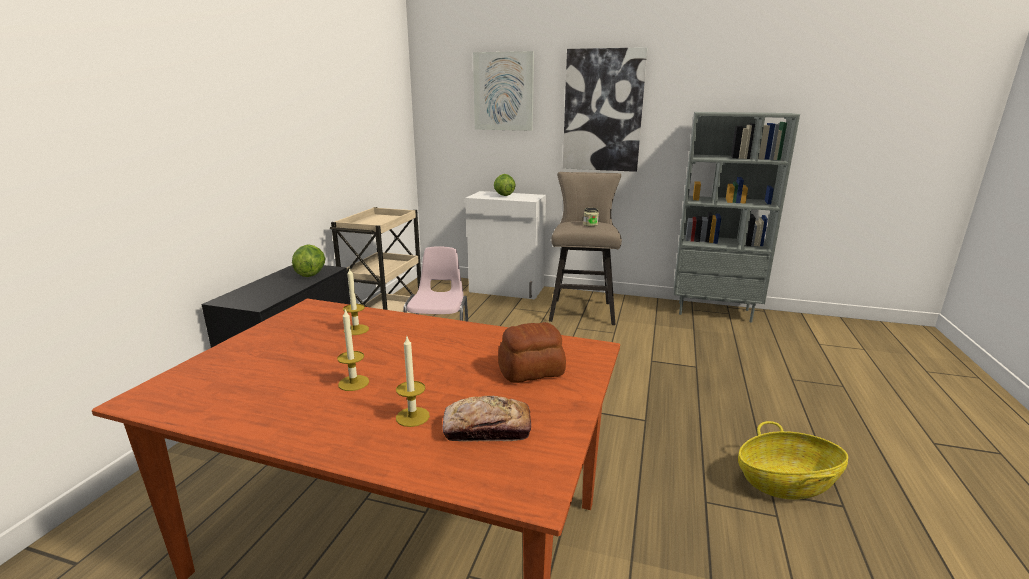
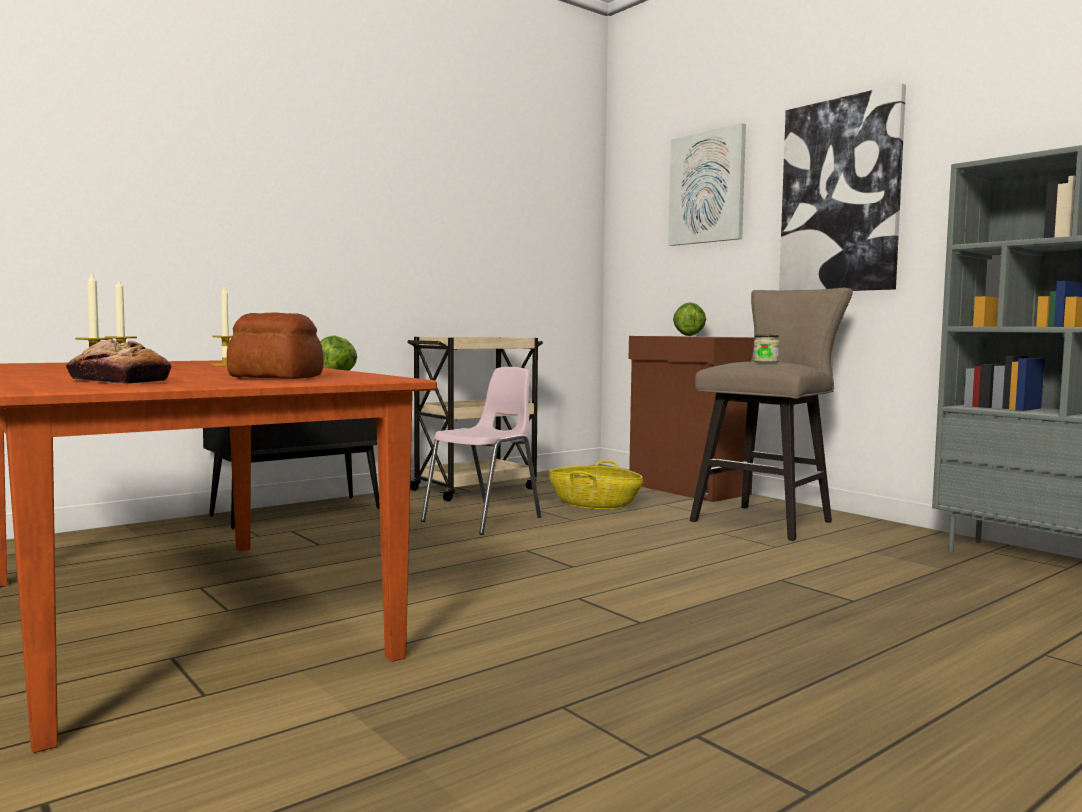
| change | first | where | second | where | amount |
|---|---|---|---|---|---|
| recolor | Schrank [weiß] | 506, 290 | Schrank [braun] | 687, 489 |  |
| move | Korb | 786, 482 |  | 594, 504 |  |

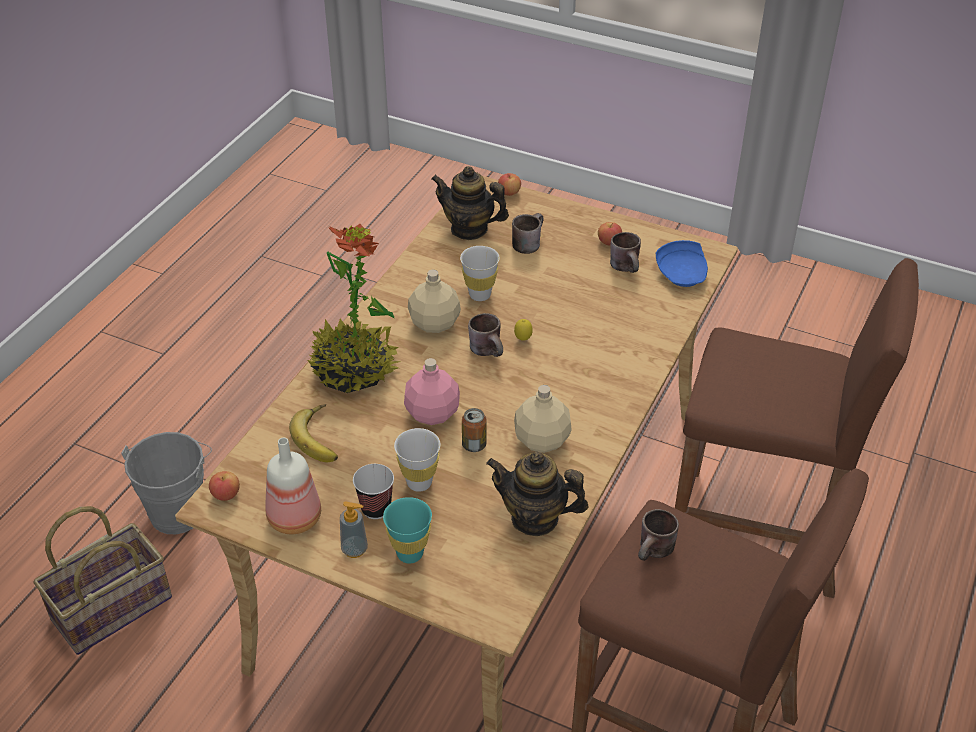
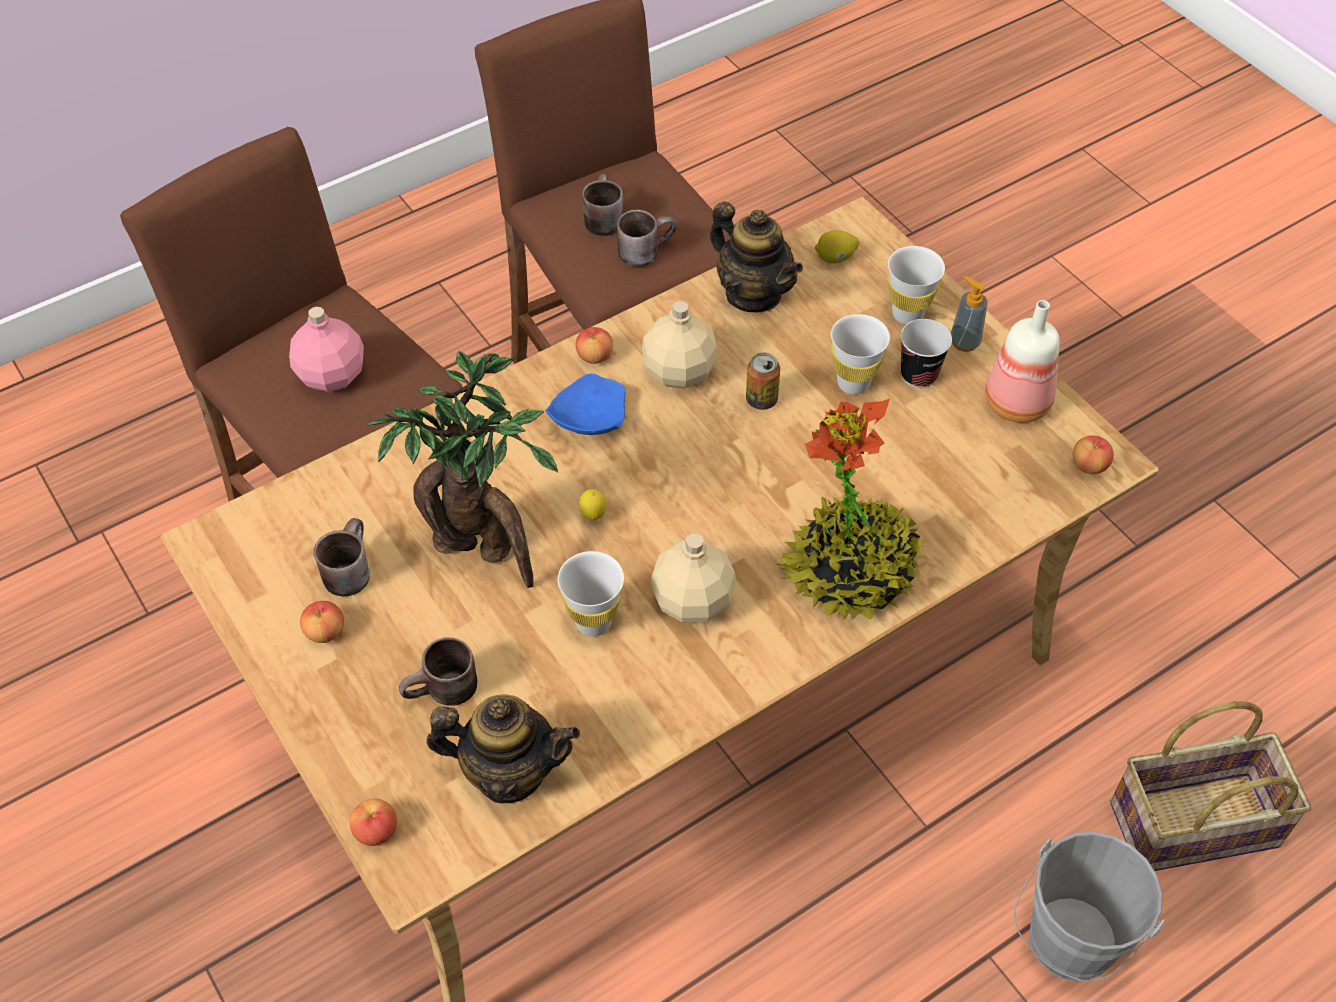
| change | first | where | second | where | amount |
|---|---|---|---|---|---|
| delete | Banane | 321, 437 |  |  |  |
| recolor | Tasse [türkis] | 410, 553 | Tasse [weiß] | 907, 314 |  |
| move | Flasche [rosa] | 433, 413 |  | 330, 375 |  |
| rotate | Teekanne | 469, 229 |  | 509, 772 | 45 degrees counterclockwise |
| move | Henkelbecher [braun] | 490, 350 |  | 600, 218 |  |
| move | Teller [blau] | 683, 274 |  | 588, 419 |  |
| insert |  |  | Topfpflanze | 481, 551 |  |
| insert |  |  | Apfel | 594, 356 |  |
| insert |  |  | Zitrone | 835, 258 |  |

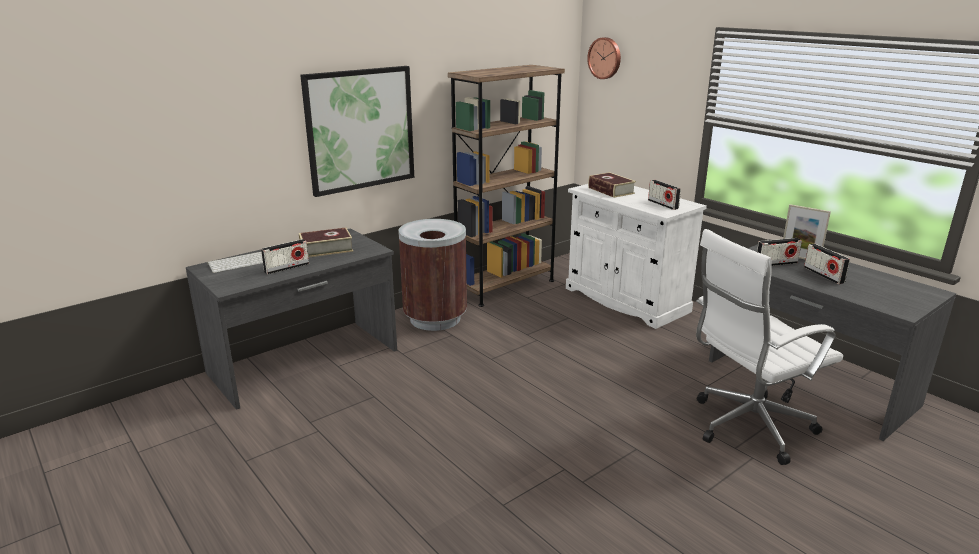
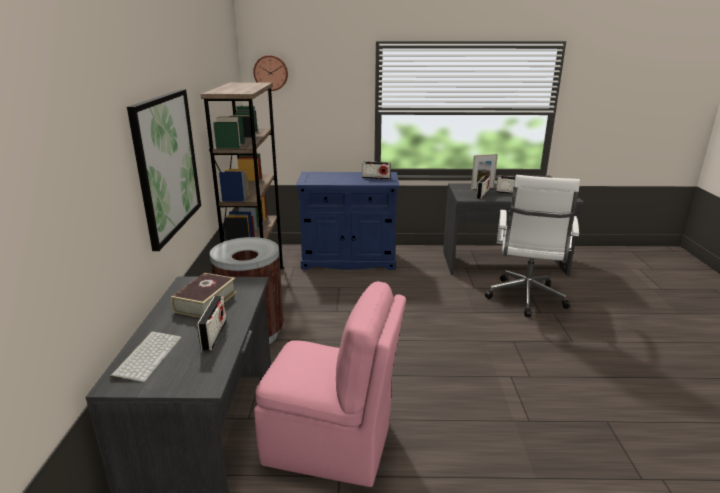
| change | first | where | second | where | amount |
|---|---|---|---|---|---|
| recolor | Schrank [weiß] | 626, 300 | Schrank [blau] | 349, 260 |  |
| delete | Buch | 611, 190 |  |  |  |
| insert |  |  | Stuhl [rosa] | 331, 445 |  |

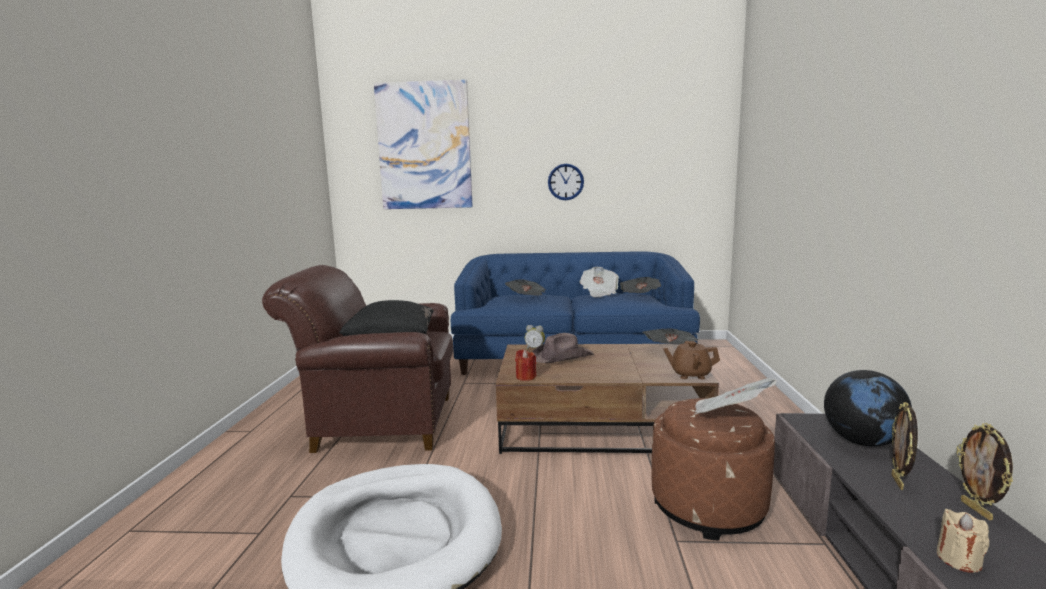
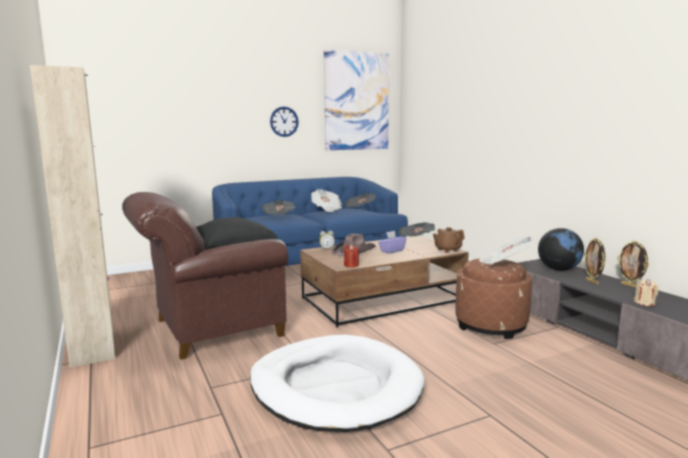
| change | first | where | second | where | amount |
|---|---|---|---|---|---|
| move | Bild | 424, 146 |  | 356, 101 |  |
| insert |  |  | Schrank [beige] | 93, 345 |  |
| insert |  |  | Taschentuchbox [lila] | 392, 251 |  |

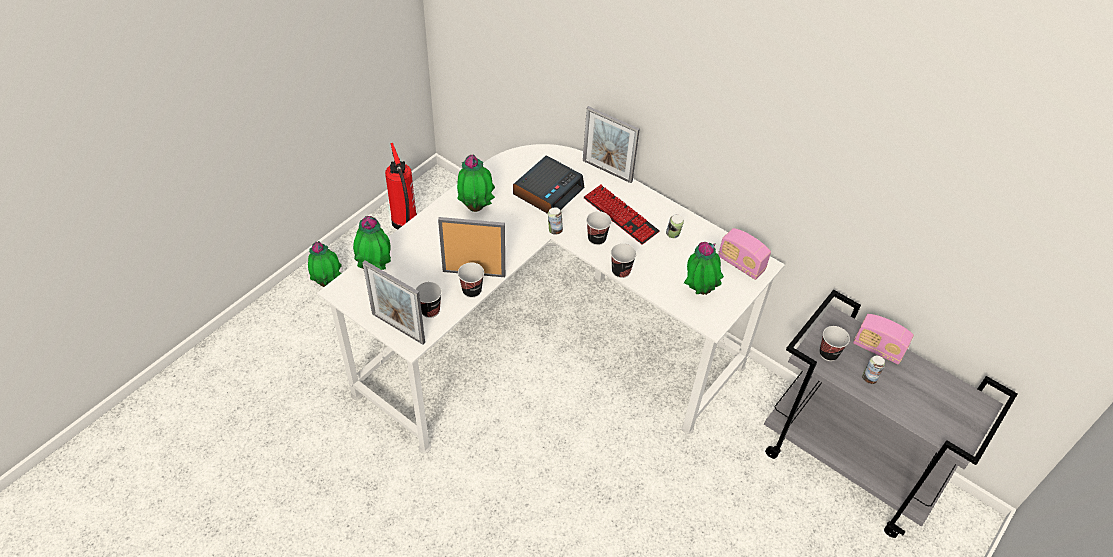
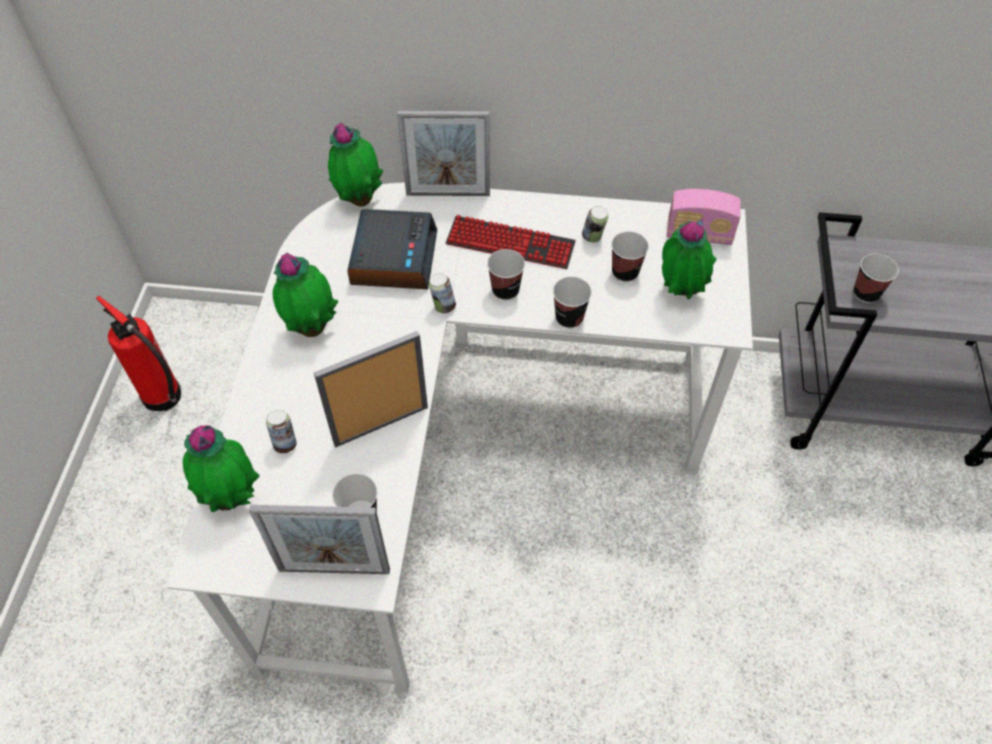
| change | first | where | second | where | amount |
|---|---|---|---|---|---|
| move | Topfpflanze | 328, 282 |  | 359, 200 |  |
| move | Tasse | 472, 291 |  | 625, 272 |  |
| delete | Radio | 877, 349 |  |  |  |
| move | Dose | 869, 378 |  | 285, 444 |  |

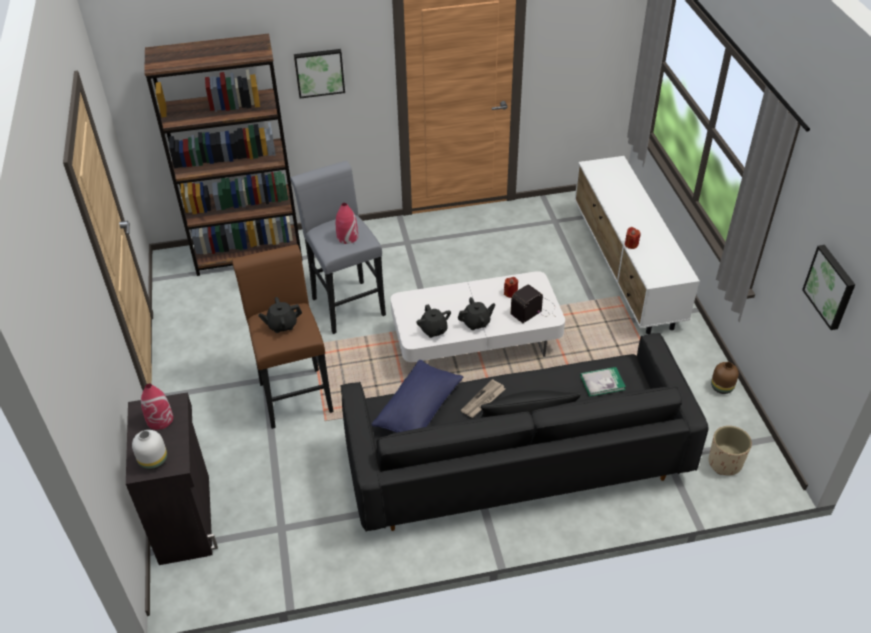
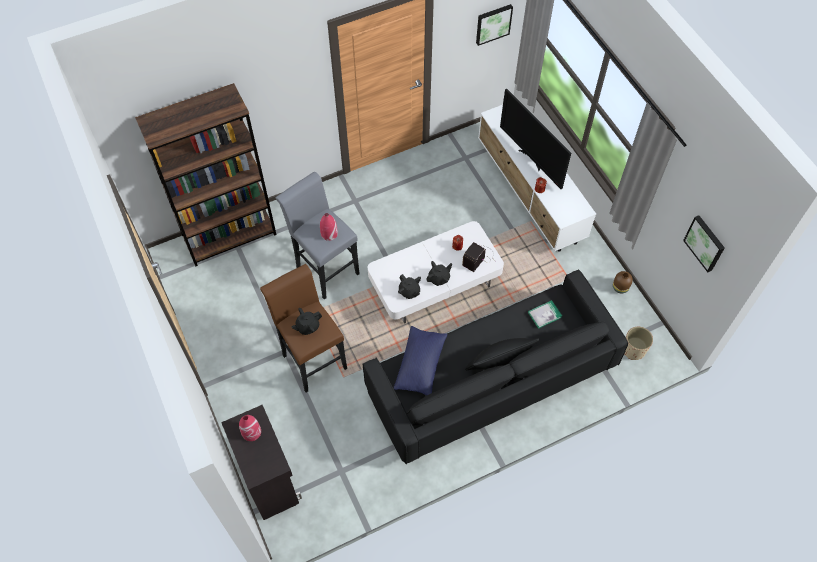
| change | first | where | second | where | amount |
|---|---|---|---|---|---|
| delete | Vase [weiß] | 153, 461 |  |  |  |
| move | Bild | 319, 72 |  | 493, 23 |  |
| delete | Zeitung | 483, 400 |  |  |  |
| insert |  |  | Fernseher | 531, 159 |  |

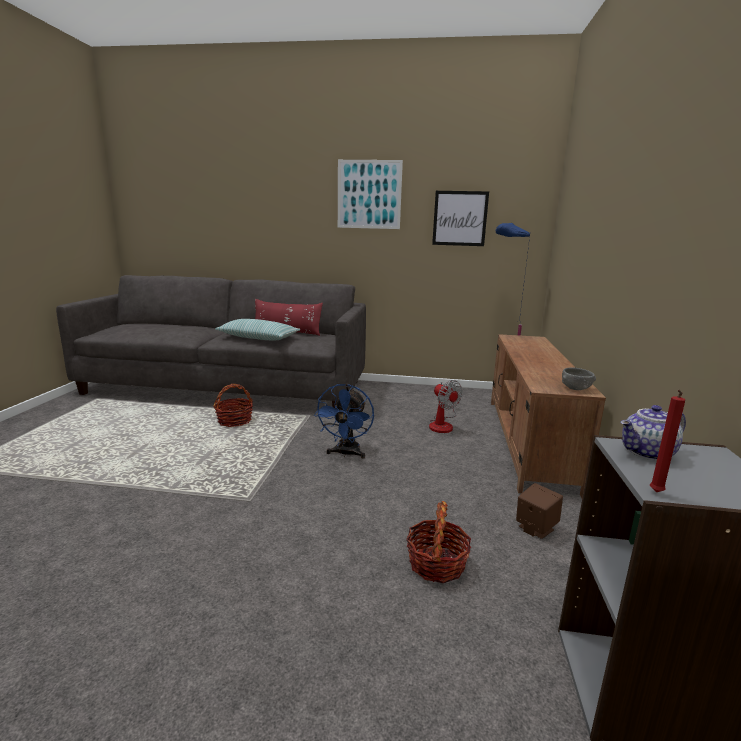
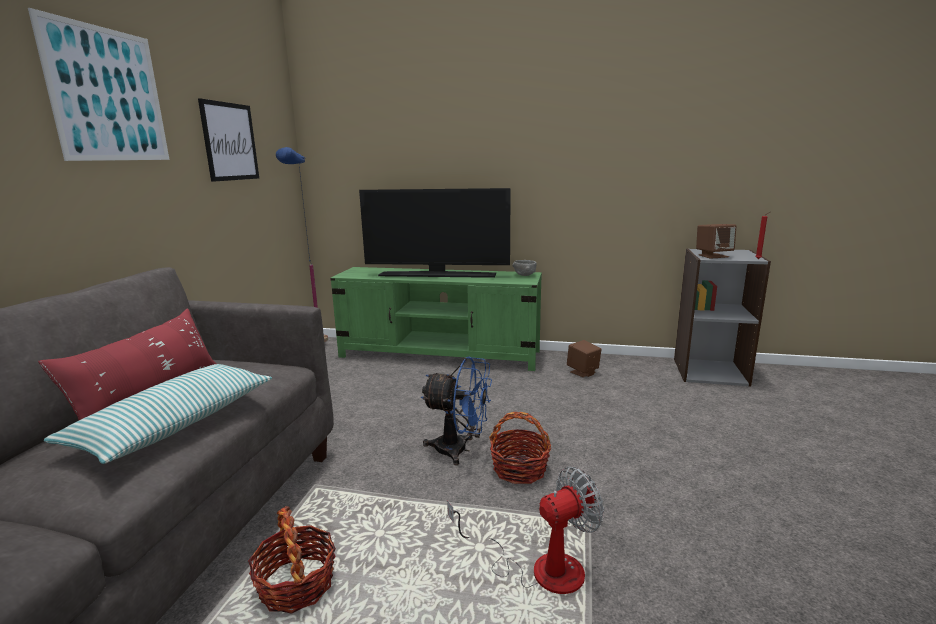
| change | first | where | second | where | amount |
|---|---|---|---|---|---|
| move | Korb | 436, 564 |  | 519, 469 |  |
| move | Ventilator | 442, 424 |  | 539, 568 |  |
| recolor | Fernsehschrank [braun] | 528, 441 | Fernsehschrank [grün] | 440, 354 |  |
| replace | Teekanne | 648, 453 | Lautsprecher [braun] | 713, 256 |  |
| insert |  |  | Fernseher | 438, 275 |  |

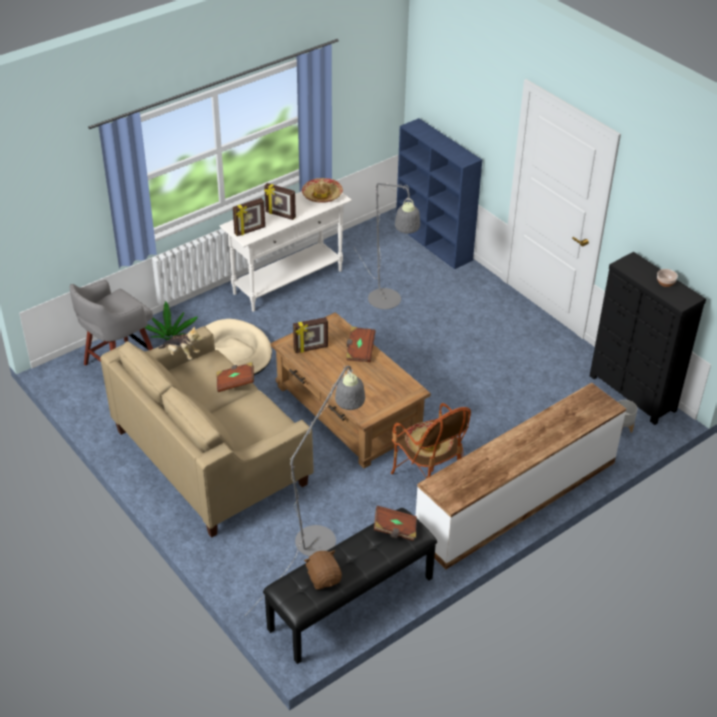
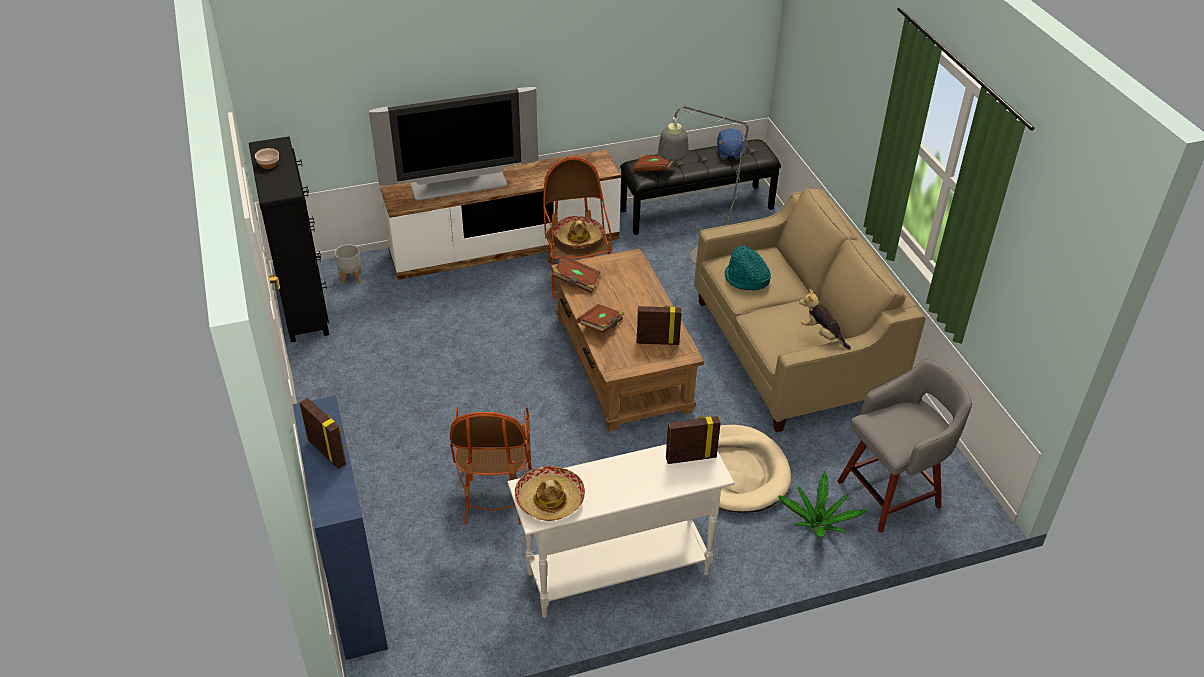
| change | first | where | second | where | amount |
|---|---|---|---|---|---|
| move | Buch [braun] | 235, 383 |  | 576, 282 |  |
| move | Bilderrahmen | 280, 215 |  | 327, 452 |  |
| recolor | Plüschtier [braun] | 324, 578 | Plüschtier [blau] | 729, 154 |  |
| replace | Stehlampe [grau] | 388, 304 | Sessel | 494, 493 |  |
| insert |  |  | Fernseher | 459, 186 |  |
| insert |  |  | Hut [türkis] | 746, 280 |  |

